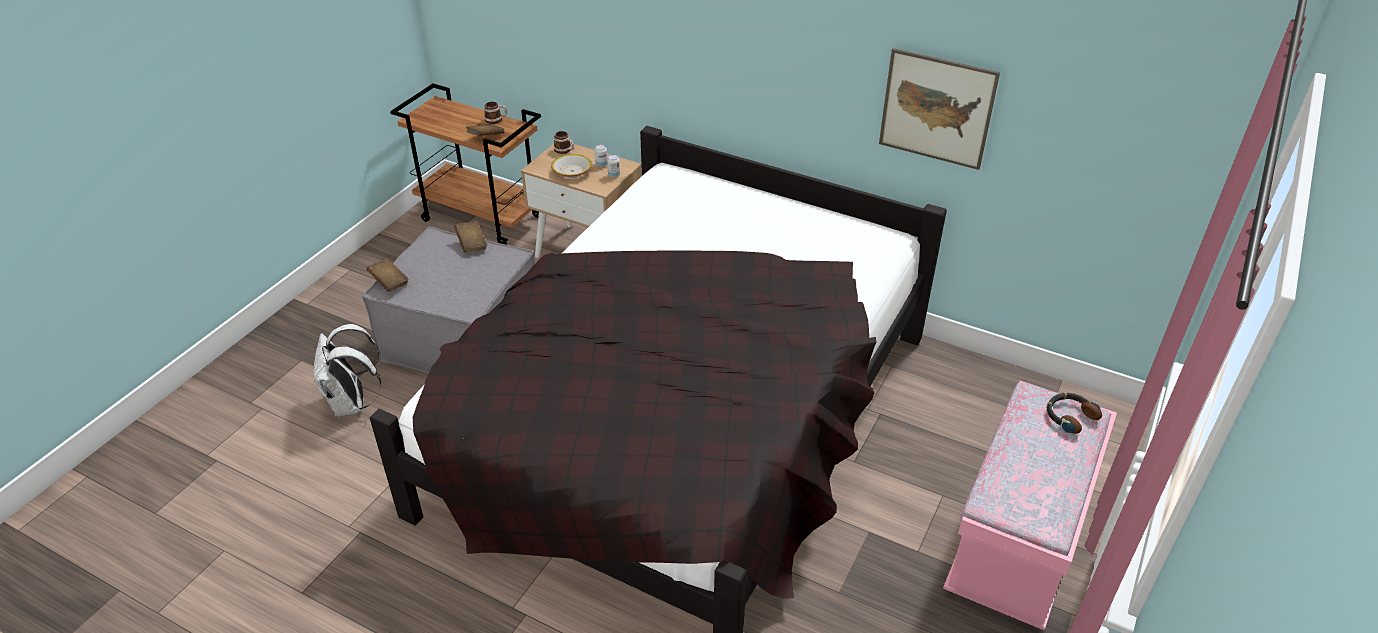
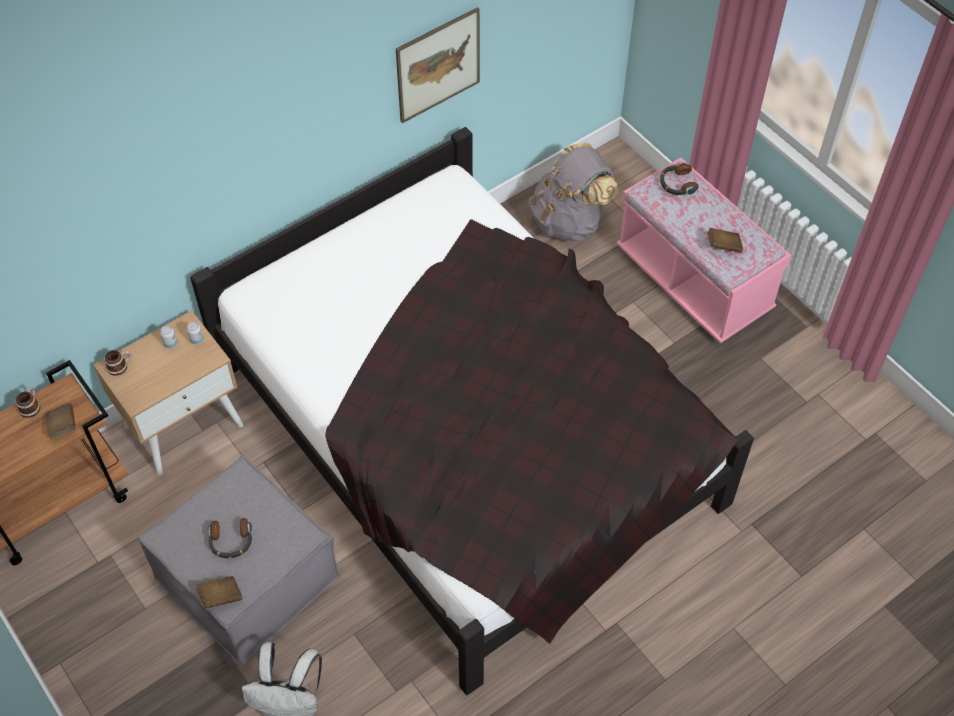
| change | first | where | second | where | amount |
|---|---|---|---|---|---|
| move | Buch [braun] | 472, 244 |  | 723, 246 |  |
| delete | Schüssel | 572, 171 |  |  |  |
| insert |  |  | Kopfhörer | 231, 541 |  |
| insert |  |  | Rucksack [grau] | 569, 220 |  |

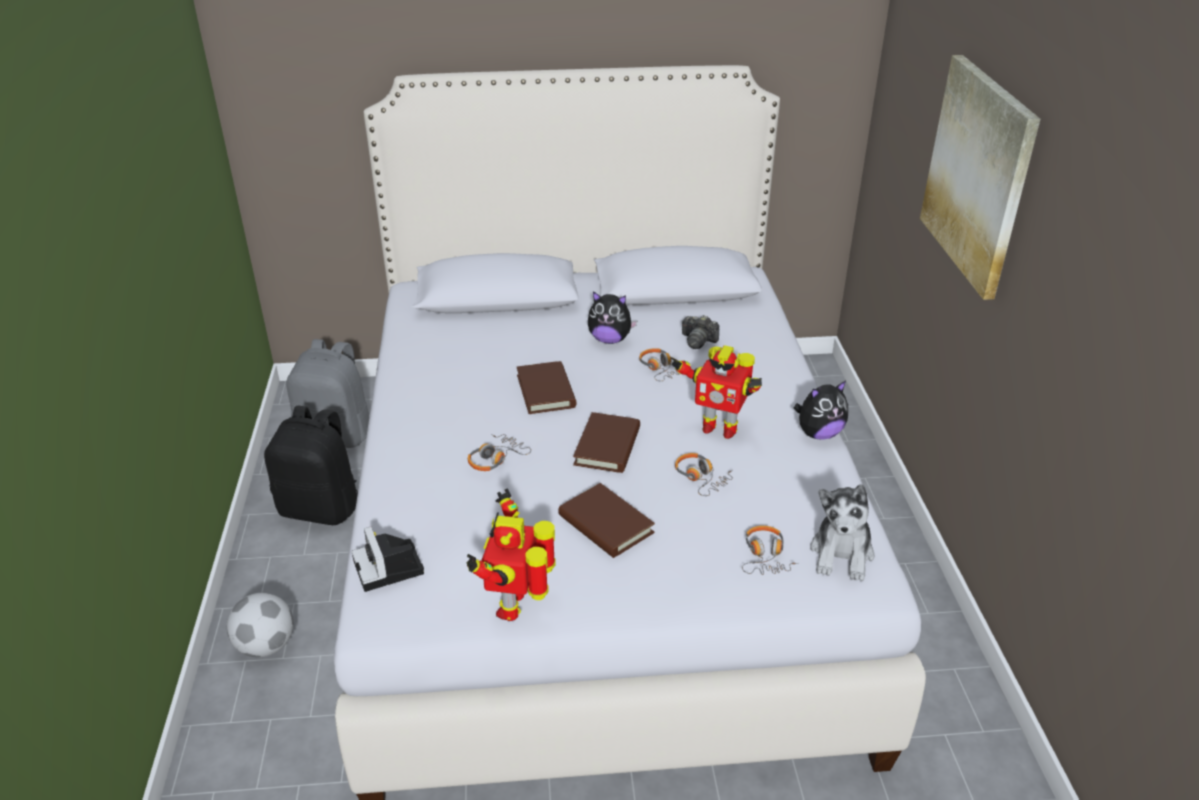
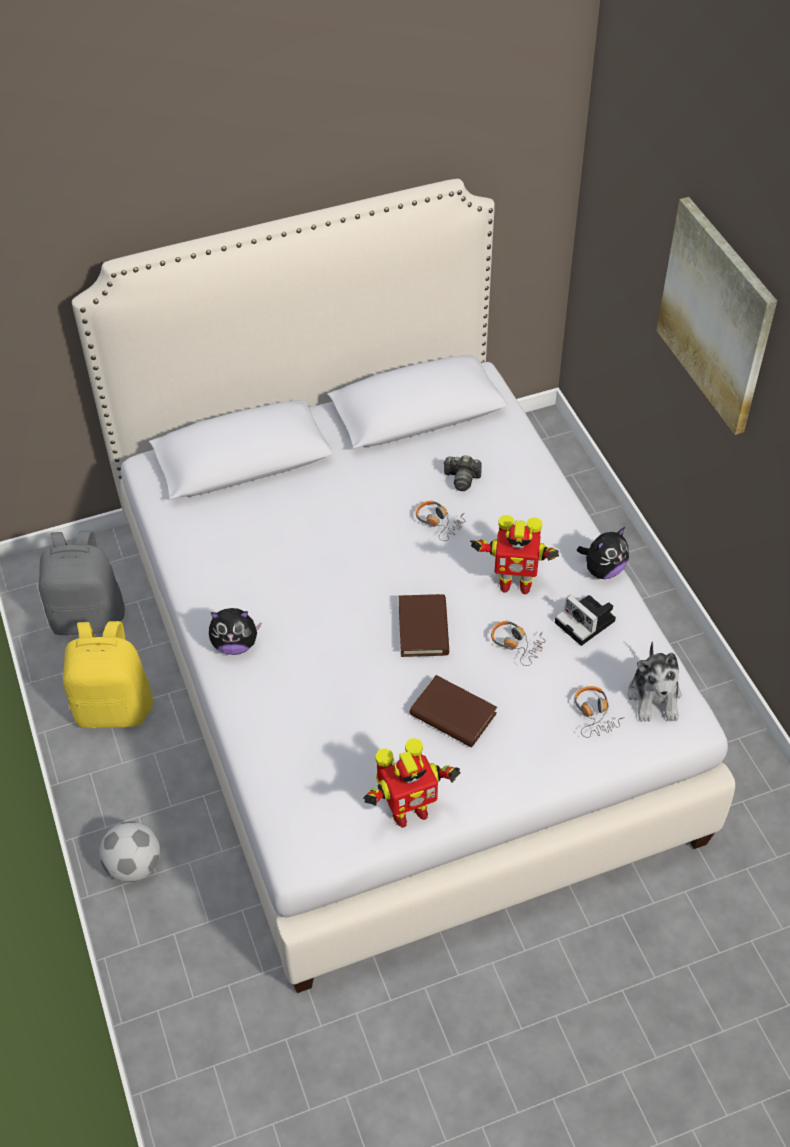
| change | first | where | second | where | amount |
|---|---|---|---|---|---|
| recolor | Rucksack [schwarz] | 321, 508 | Rucksack [gelb] | 114, 707 |  |
| move | Kamera | 390, 568 |  | 587, 622 |  |
| rotate | Spielzeugroboter | 515, 604 |  | 408, 812 | 105 degrees counterclockwise |
| delete | Kopfhörer | 496, 459 |  |  |  |
| delete | Buch [braun] | 546, 391 |  |  |  |
| move | Plüschtier | 610, 339 |  | 235, 645 |  |

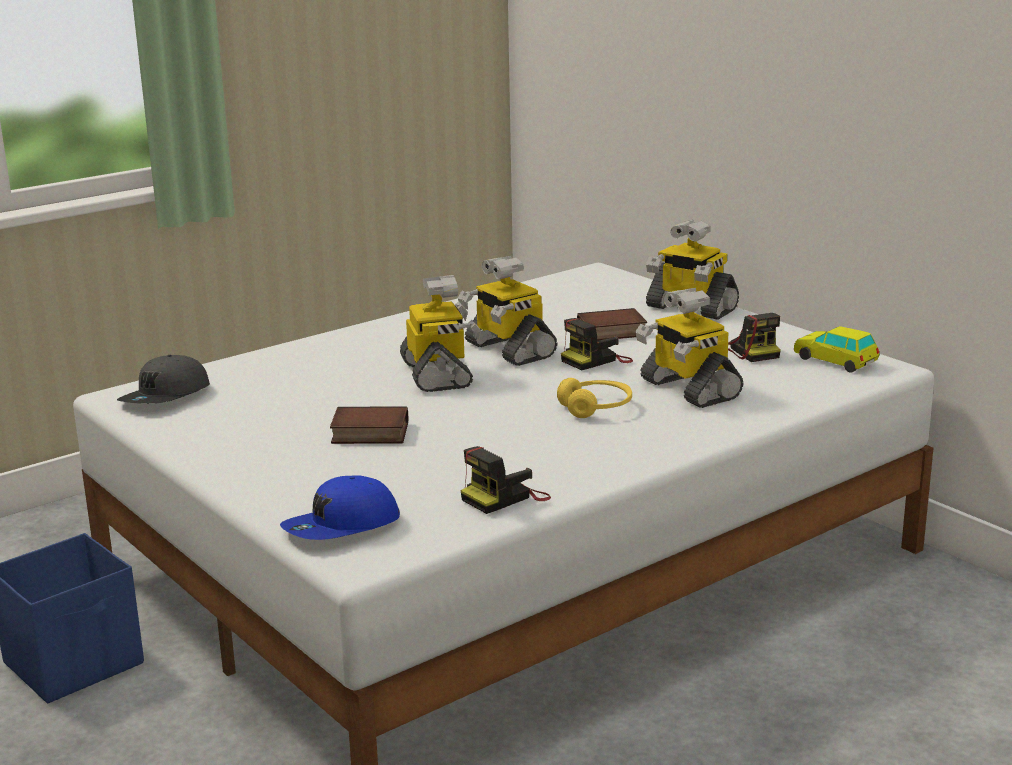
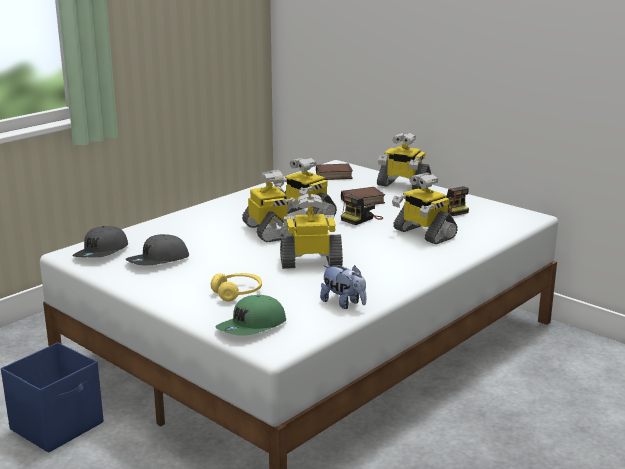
| change | first | where | second | where | amount |
|---|---|---|---|---|---|
| recolor | Kappe [blau] | 342, 527 | Kappe [grün] | 252, 327 |  |
| move | Buch | 368, 434 |  | 333, 176 |  |
| replace | Kamera | 505, 497 | Plüschtier | 344, 303 |  |
| move | Kopfhörer [gelb] | 596, 408 |  | 237, 293 |  |
| delete | Spielzeugauto | 835, 361 |  |  |  |
| insert |  |  | Kappe [grau] | 158, 261 |  |
| insert |  |  | Spielzeugroboter | 311, 262 |  |

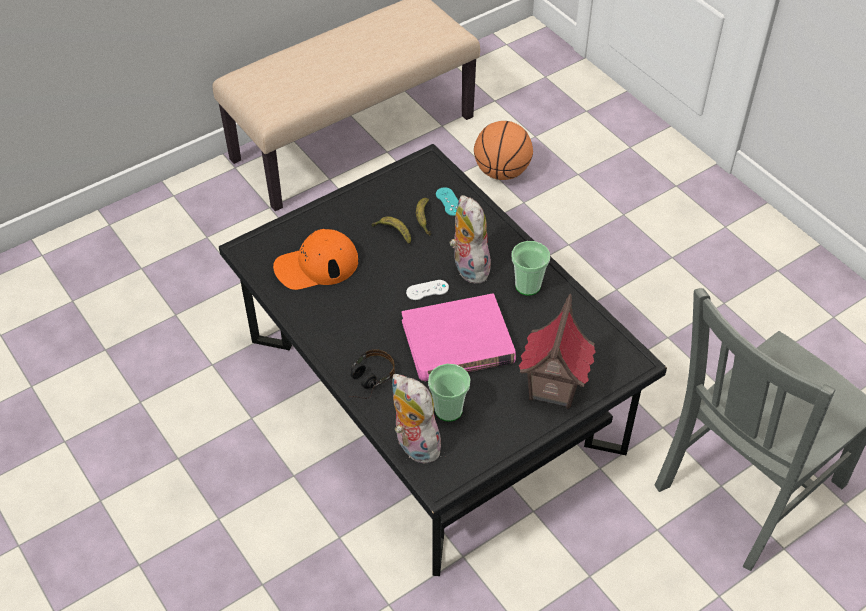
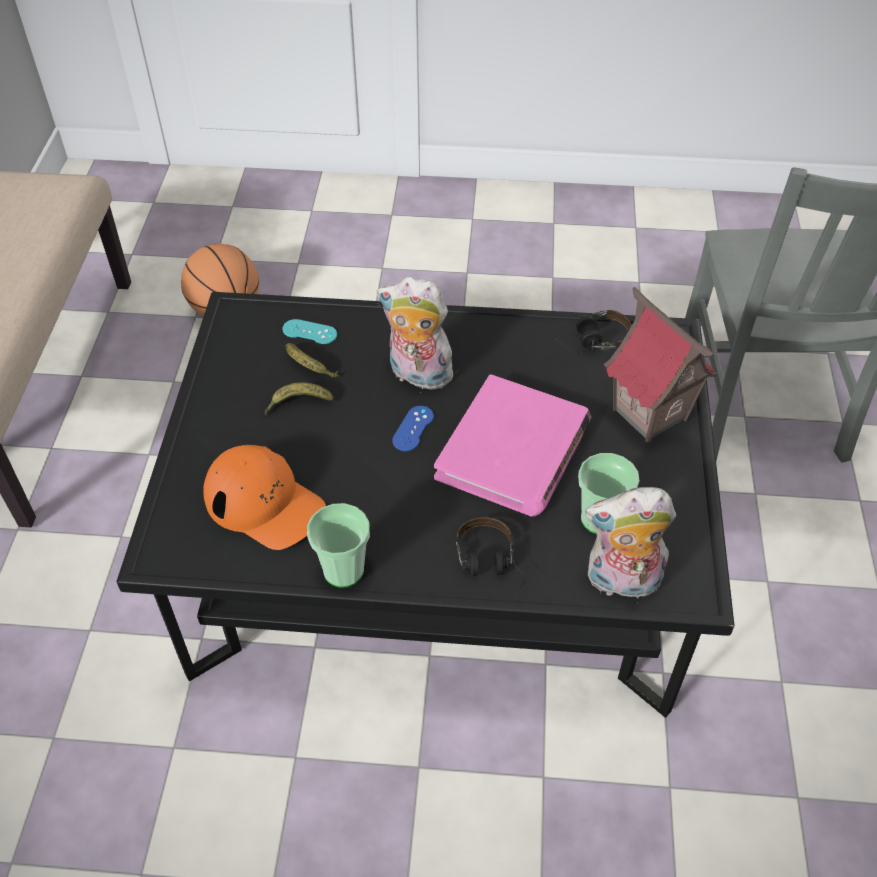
| change | first | where | second | where | amount |
|---|---|---|---|---|---|
| rotate | Kappe [orange] | 316, 265 |  | 264, 503 | 75 degrees counterclockwise |
| recolor | Gamepad [weiß] | 427, 290 | Gamepad [blau] | 413, 428 |  |
| move | Tasse | 527, 286 |  | 343, 570 |  |
| insert |  |  | Kopfhörer | 589, 342 |  |

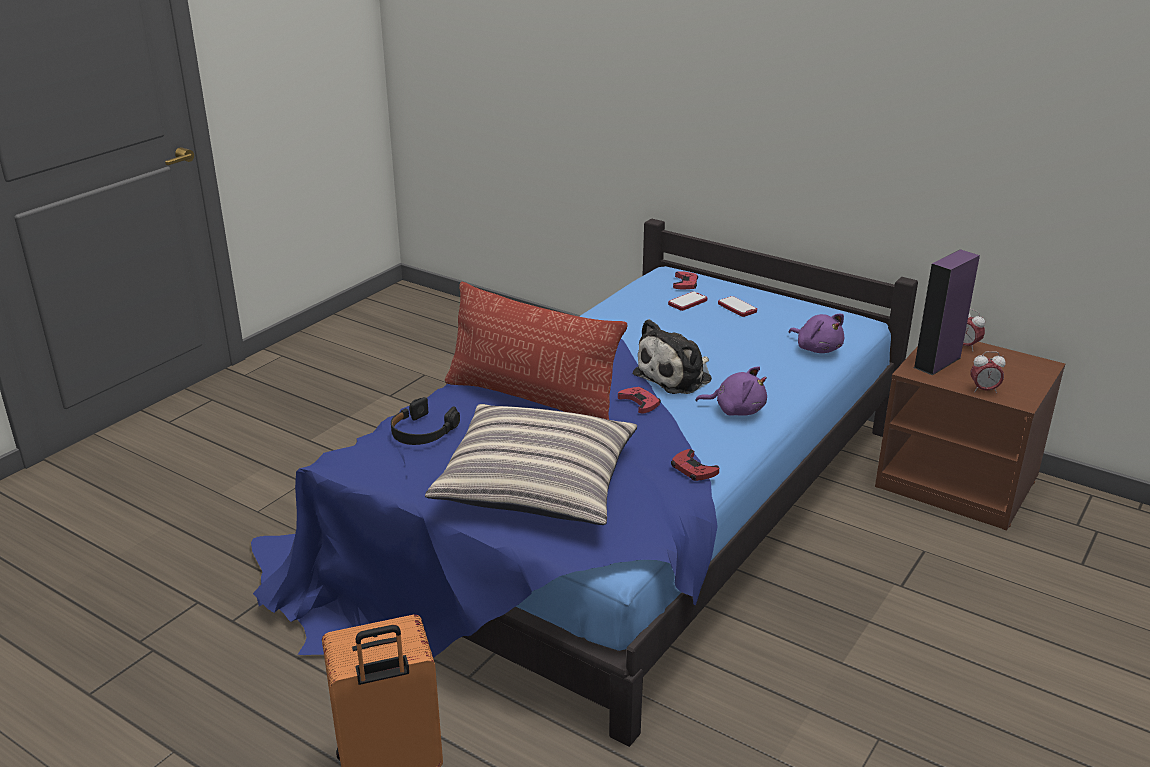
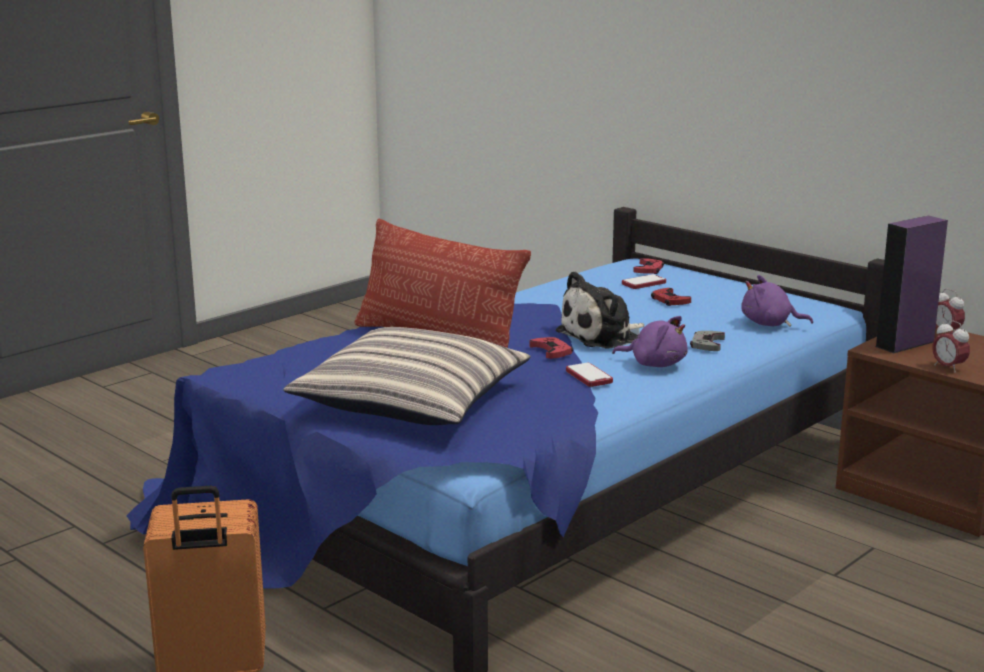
| change | first | where | second | where | amount |
|---|---|---|---|---|---|
| delete | Kopfhörer [schwarz] | 422, 432 |  |  |  |
| move | Gamepad [rot] | 693, 469 |  | 670, 301 |  |
| move | Handy | 737, 308 |  | 589, 376 |  |
| rotate | Plüschtier [lila] | 817, 348 |  | 770, 324 | 135 degrees clockwise |
| rotate | Wecker | 984, 390 |  | 948, 368 | 45 degrees clockwise |
| insert |  |  | Gamepad [grau] | 707, 344 |  |

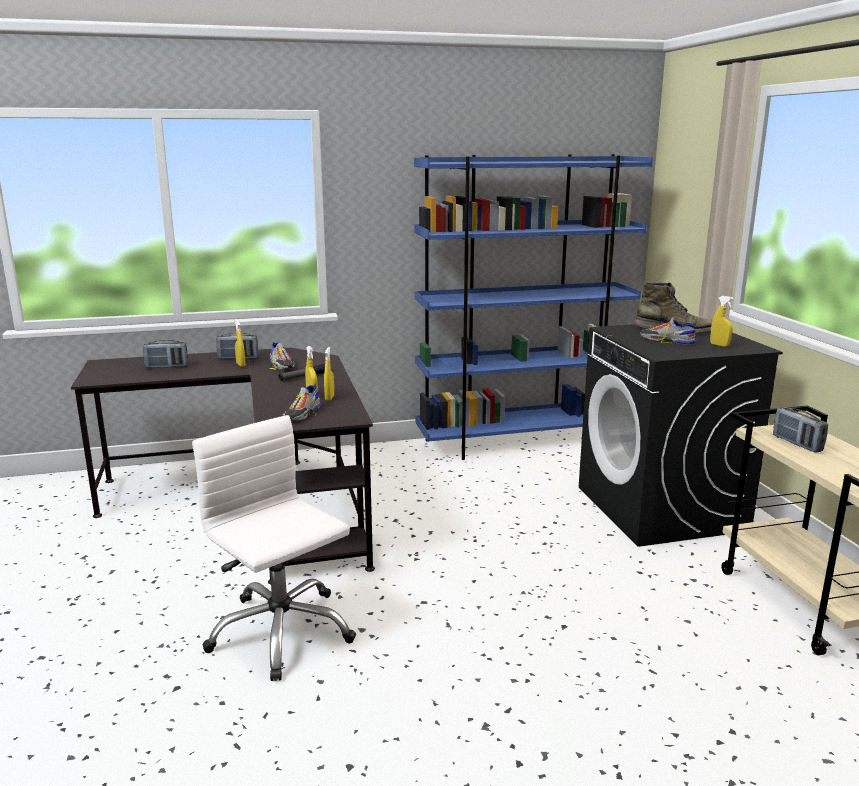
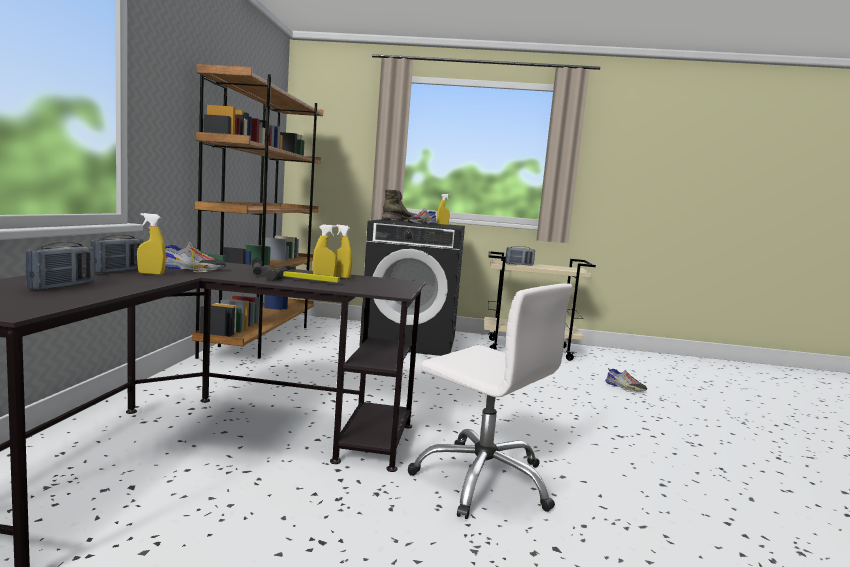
| change | first | where | second | where | amount |
|---|---|---|---|---|---|
| rotate | Bürostuhl [weiß] | 280, 631 |  | 483, 480 | 120 degrees counterclockwise |
| move | Schuh | 302, 413 |  | 625, 387 |  |
| recolor | Bücherregal [blau] | 522, 442 | Bücherregal [braun] | 261, 338 |  |
| insert |  |  | Hammer | 307, 281 |  |

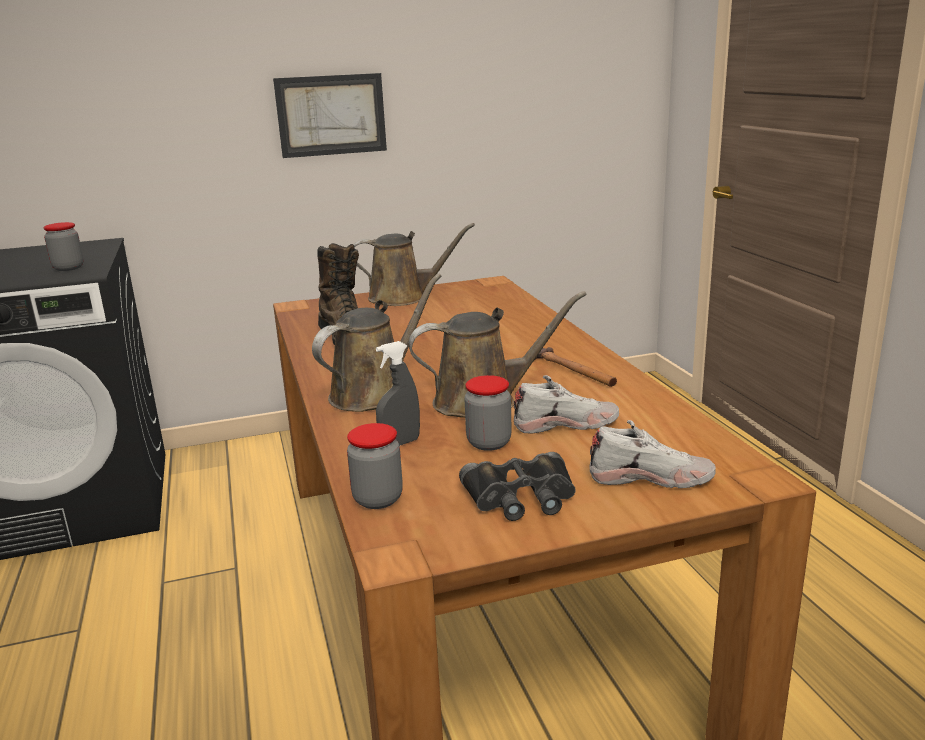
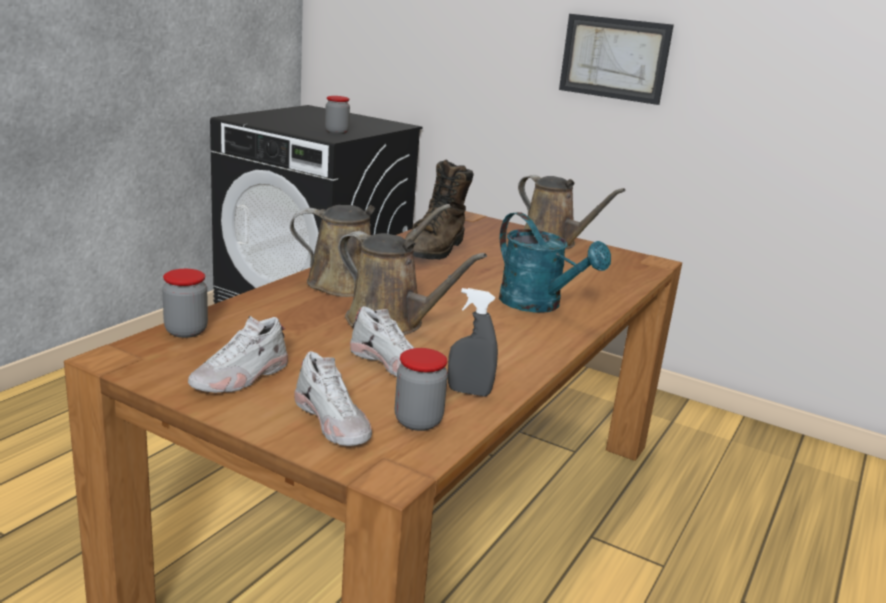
| change | first | where | second | where | amount |
|---|---|---|---|---|---|
| move | Sprühflasche [grau] | 400, 443 |  | 469, 392 |  |
| replace | Fernglas [schwarz] | 521, 497 | Schuh [weiß] | 241, 377 |  |
| move | Vorratsglas | 489, 443 |  | 418, 421 |  |
| delete | Hammer | 572, 370 |  |  |  |
| insert |  |  | Gießkanne [türkis] | 538, 305 |  |

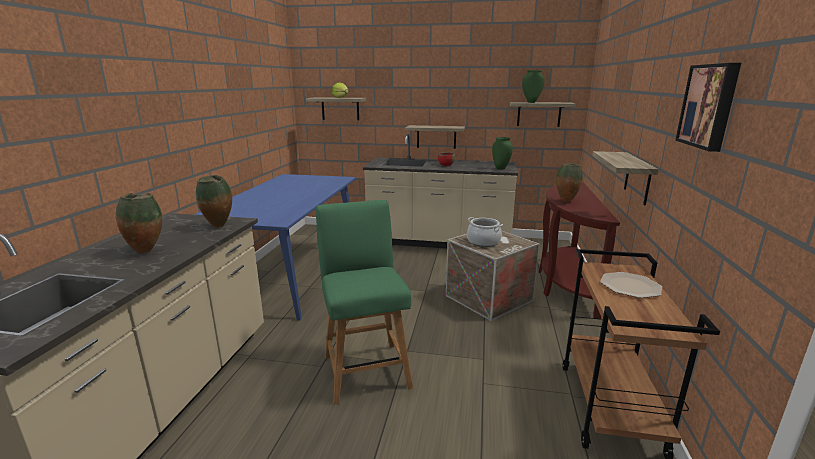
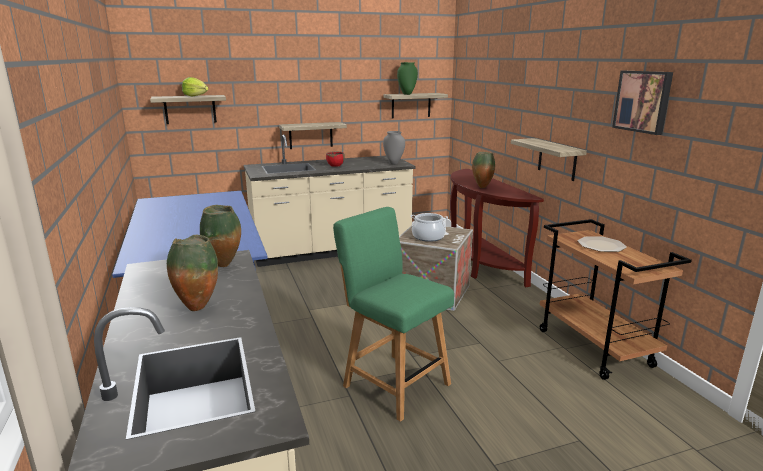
| change | first | where | second | where | amount |
|---|---|---|---|---|---|
| recolor | Vase [grün] | 500, 168 | Vase [grau] | 393, 163 |  |

